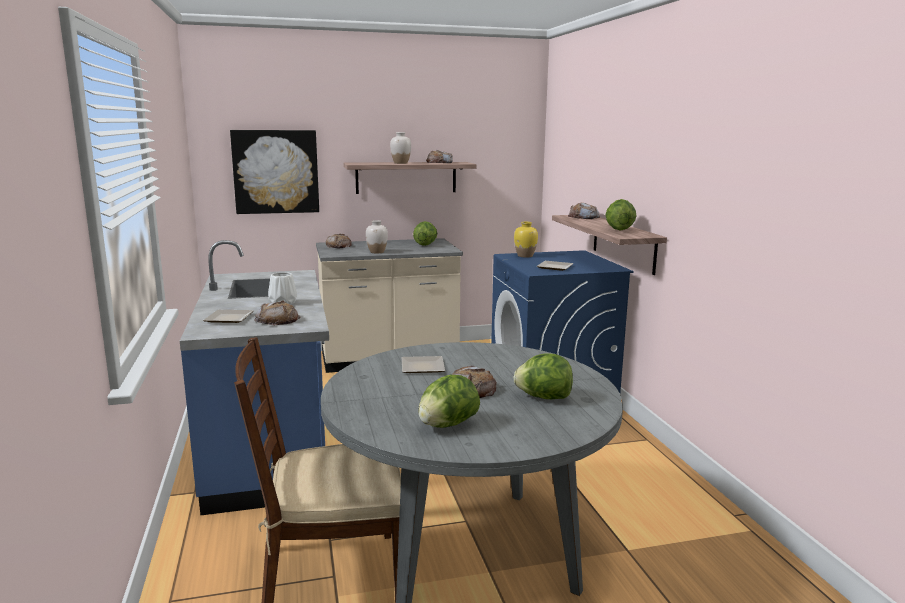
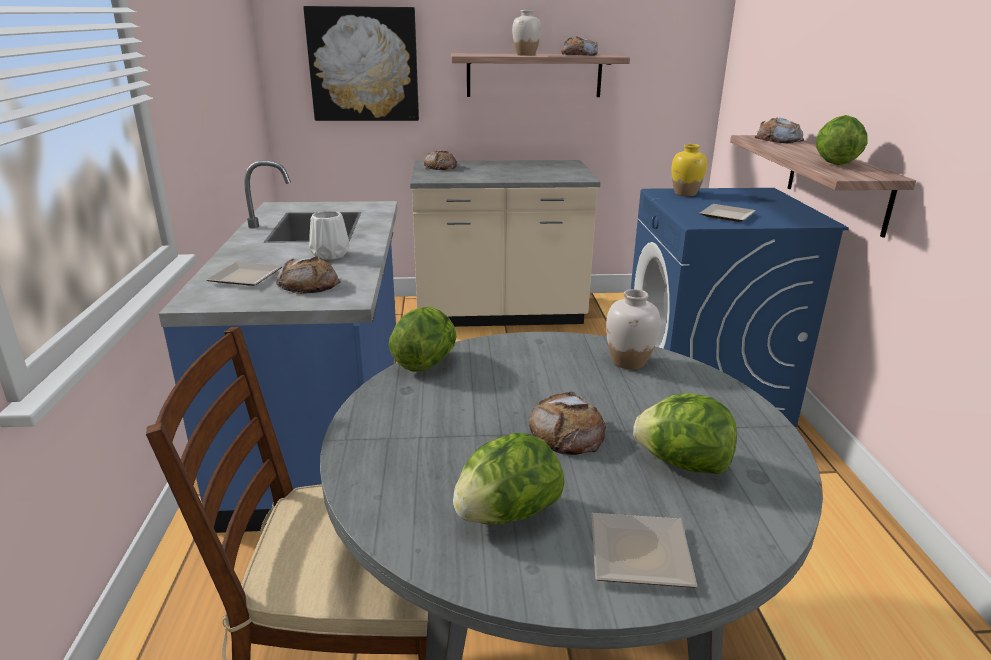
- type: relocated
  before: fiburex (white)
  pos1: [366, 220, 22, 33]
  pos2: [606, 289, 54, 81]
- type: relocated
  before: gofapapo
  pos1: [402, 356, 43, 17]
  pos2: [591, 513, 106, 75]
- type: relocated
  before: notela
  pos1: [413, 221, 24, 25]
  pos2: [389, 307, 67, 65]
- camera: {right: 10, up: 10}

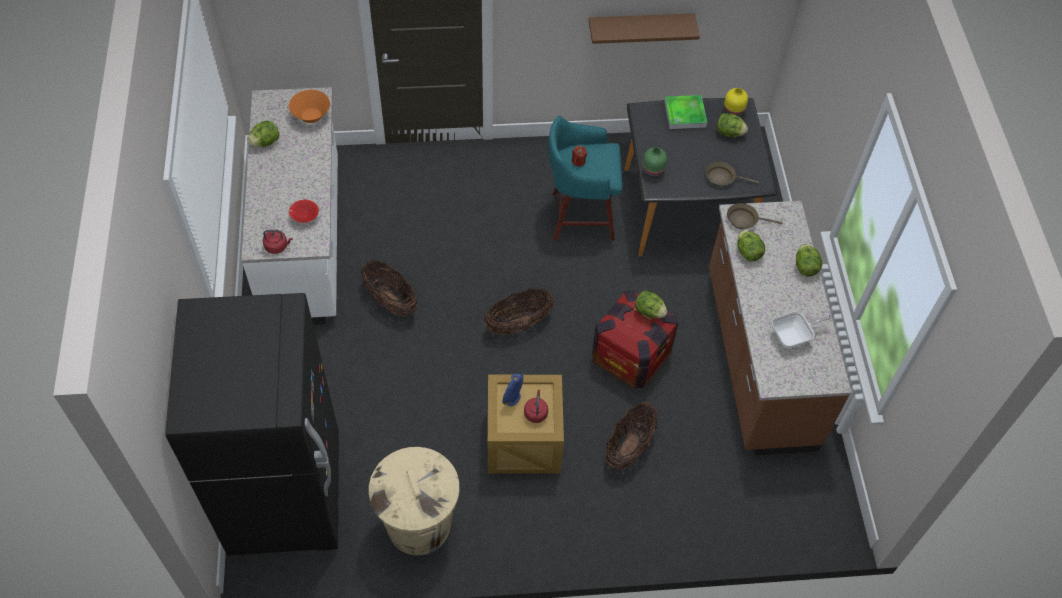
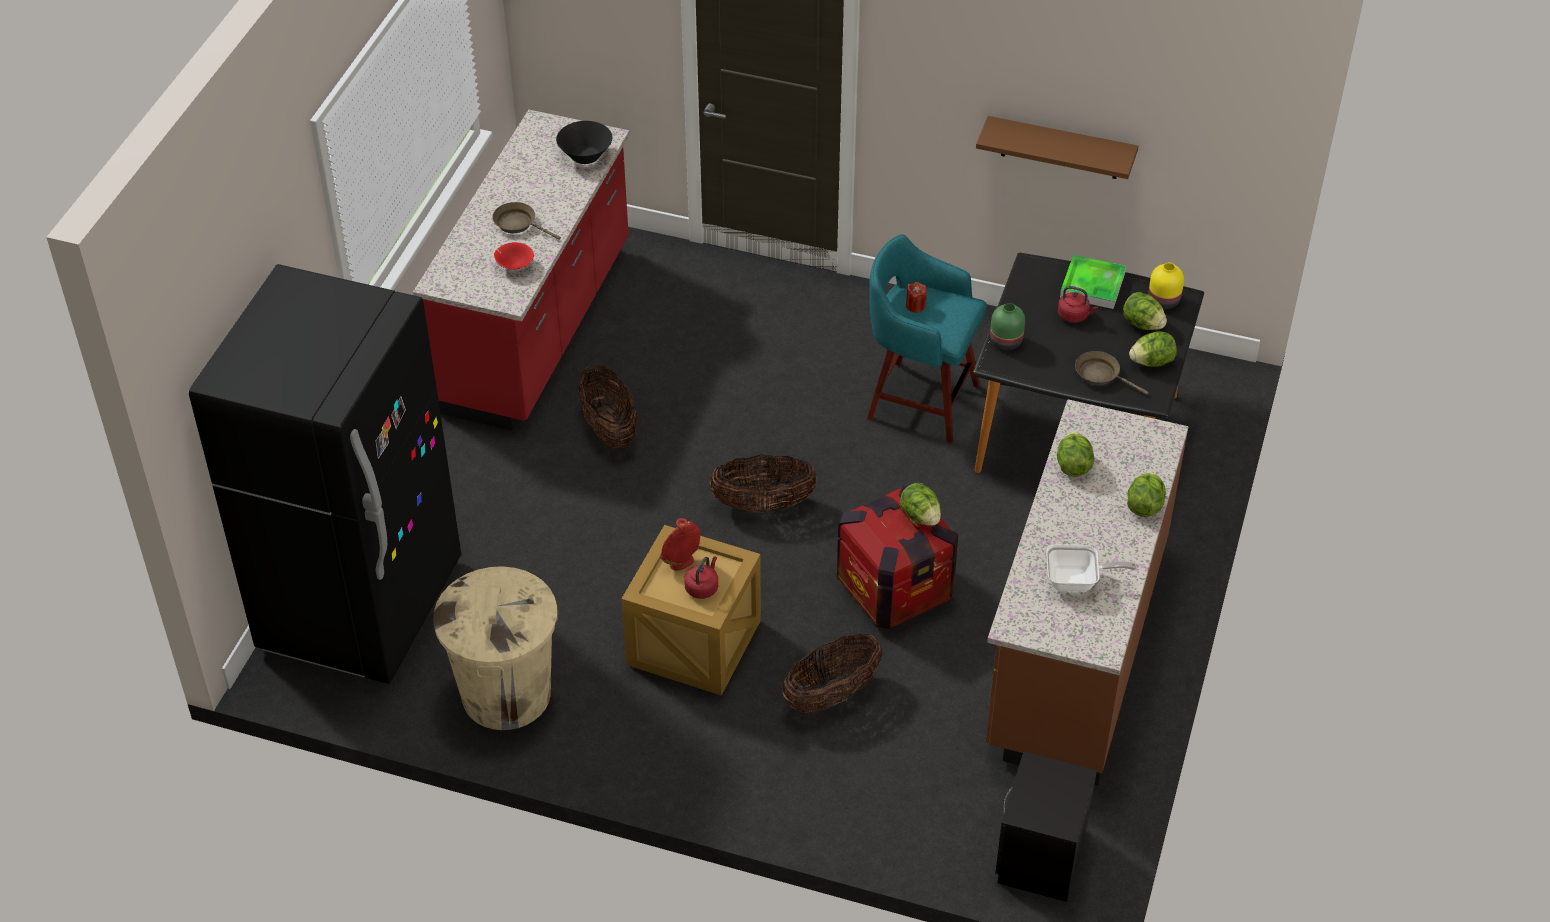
- type: colour
  before: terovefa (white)
  after: terovefa (red)
  pos1: [241, 87, 97, 238]
  pos2: [413, 110, 217, 321]
- type: relocated
  before: notela
  pos1: [247, 121, 33, 26]
  pos2: [1129, 331, 48, 36]
- type: relocated
  before: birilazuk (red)
  pos1: [263, 230, 30, 24]
  pos2: [1058, 286, 40, 37]
- type: colour
  before: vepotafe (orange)
  after: vepotafe (black)
  pos1: [289, 90, 41, 33]
  pos2: [556, 121, 56, 43]
- type: colour
  before: fiburex (blue)
  after: fiburex (red)
  pos1: [502, 374, 21, 32]
  pos2: [660, 518, 40, 53]
- type: relocated
  before: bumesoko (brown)
  pos1: [727, 203, 55, 26]
  pos2: [492, 202, 69, 38]
- type: appeared
  after: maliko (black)
  pos2: [995, 751, 102, 151]
- camera: {right: 25, up: -10}

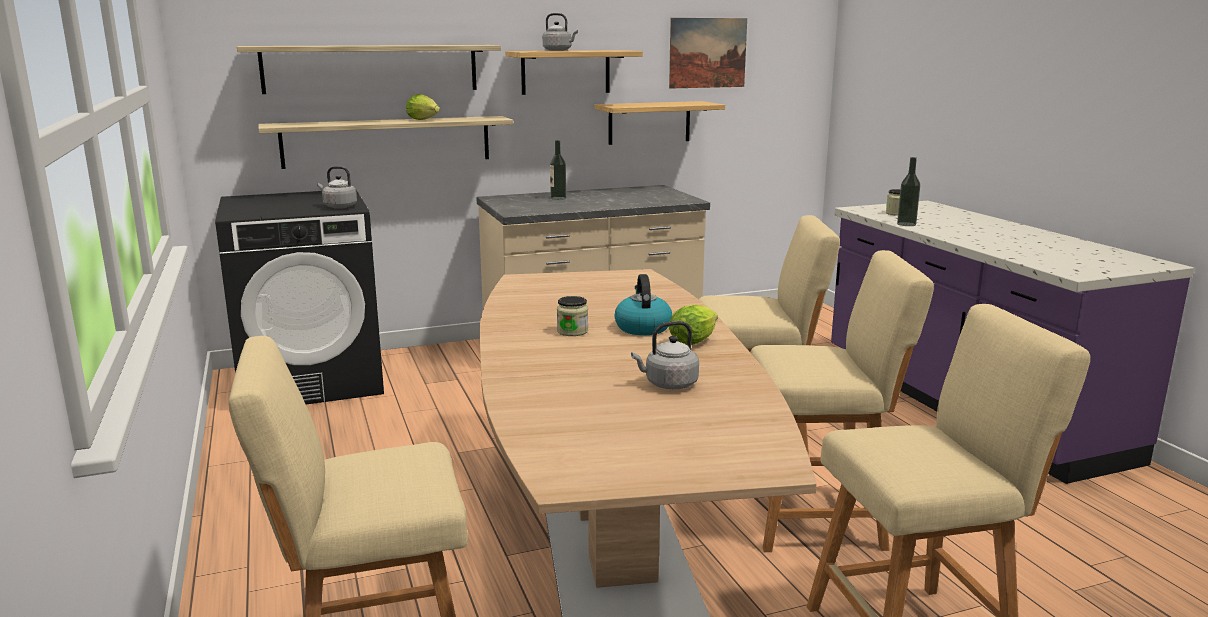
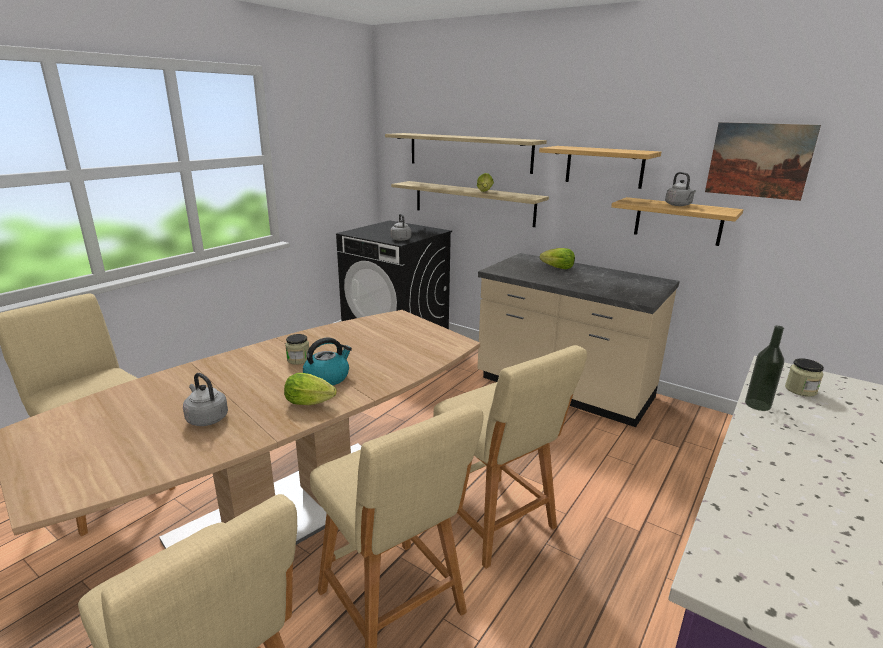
- type: relocated
  before: birilazuk (grey)
  pos1: [543, 13, 35, 38]
  pos2: [665, 172, 31, 34]
- type: exchanged
  before: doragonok
  after: notela
  pos1: [550, 140, 16, 60]
  pos2: [540, 248, 35, 21]
- camera: {right: 55, up: 5}

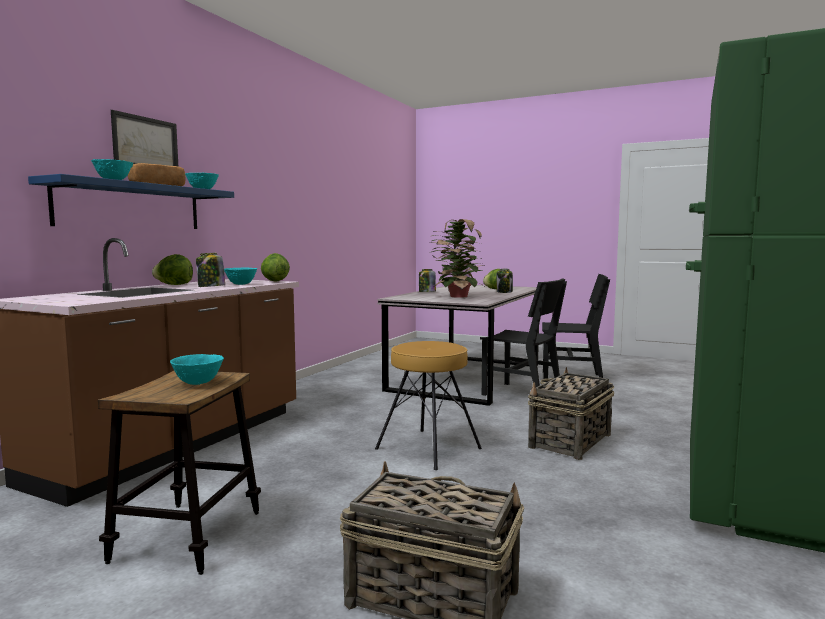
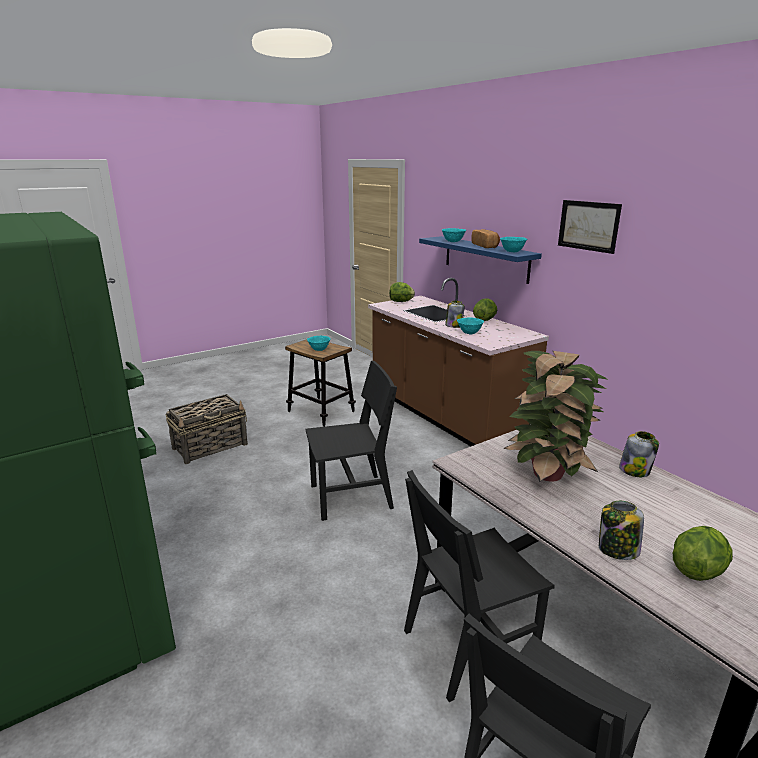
- type: relocated
  before: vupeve
  pos1: [111, 110, 67, 56]
  pos2: [558, 200, 64, 54]
- type: relocated
  before: notela
  pos1: [261, 253, 29, 29]
  pos2: [389, 282, 26, 20]
- type: exchanged
  before: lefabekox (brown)
  after: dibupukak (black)
  pos1: [375, 341, 107, 129]
  pos2: [306, 361, 91, 160]
- type: missing
  before: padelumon
  pos1: [528, 367, 86, 93]
- camera: {right: 120, up: 15}

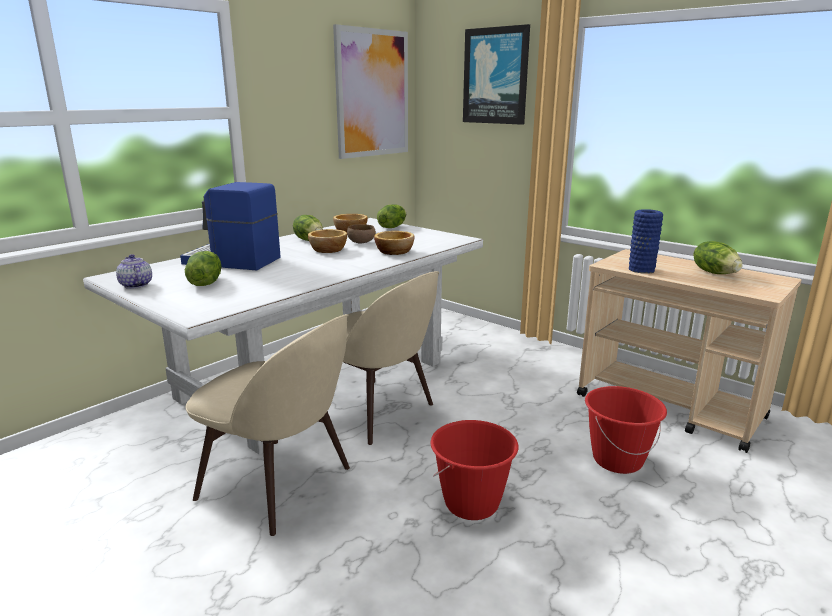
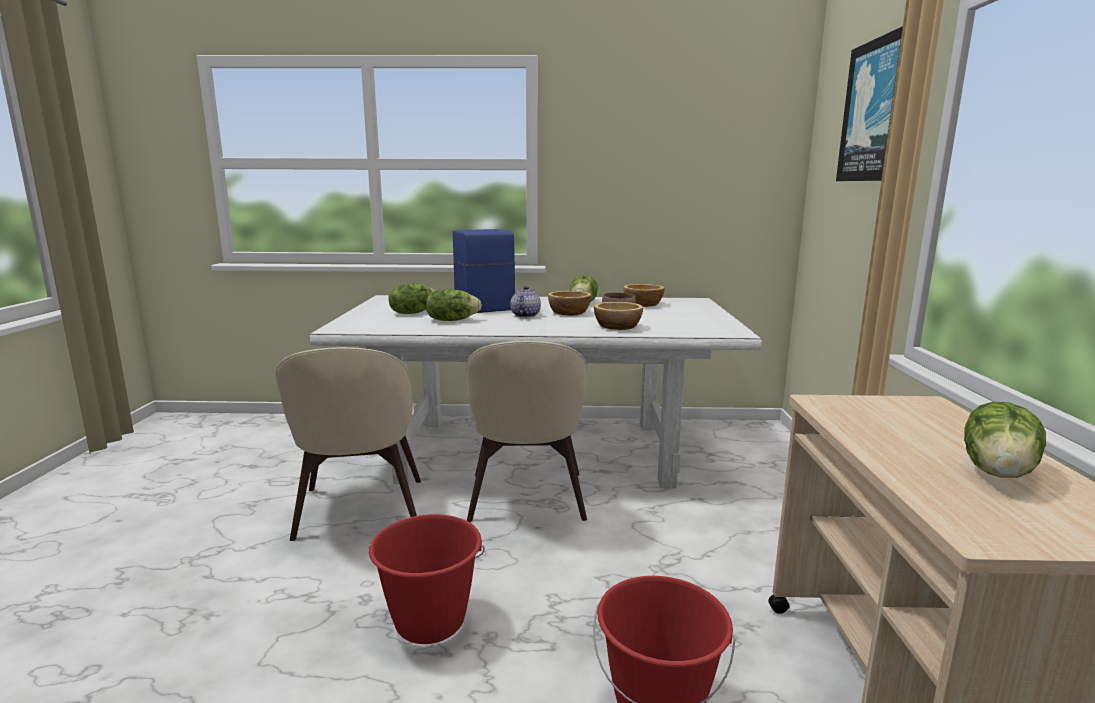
- type: relocated
  before: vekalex
  pos1: [116, 254, 36, 35]
  pos2: [510, 286, 31, 32]
- type: missing
  before: vupeve
  pos1: [333, 24, 75, 135]
- type: relocated
  before: notela
  pos1: [377, 205, 29, 23]
  pos2: [426, 289, 56, 32]
- type: missing
  before: fiburex (blue)
  pos1: [629, 209, 34, 65]
- camera: {right: 50, up: -5}

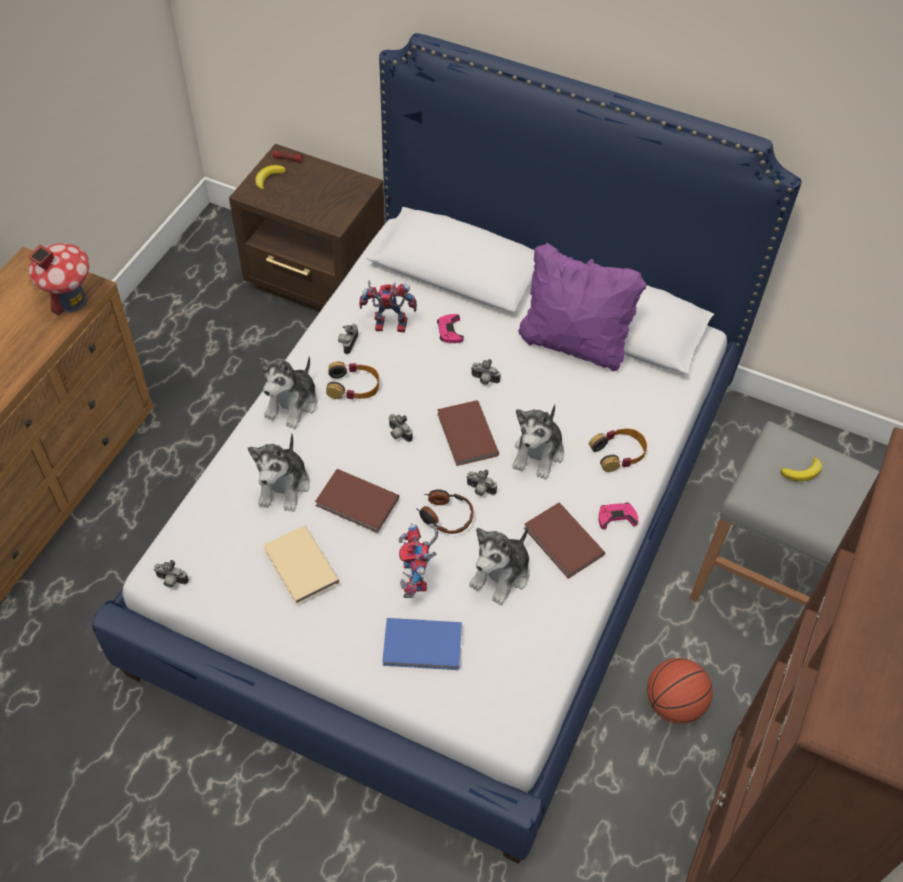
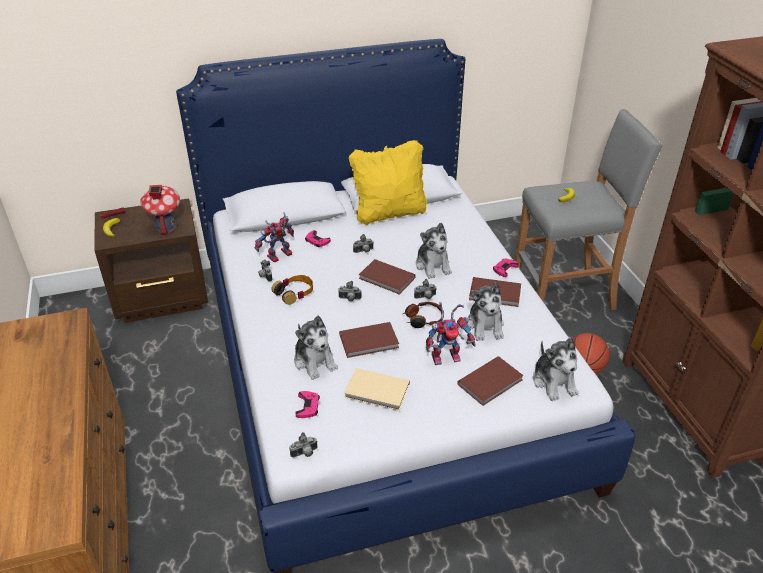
- type: relocated
  before: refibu
  pos1: [27, 243, 63, 73]
  pos2: [140, 185, 40, 50]
- type: relocated
  before: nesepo
  pos1: [259, 356, 59, 73]
  pos2: [533, 337, 45, 64]
- type: colour
  before: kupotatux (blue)
  after: kupotatux (brown)
  pos1: [382, 618, 80, 52]
  pos2: [457, 356, 67, 50]
- type: spun
  before: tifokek
  pos1: [399, 523, 40, 75]
  pos2: [426, 302, 49, 63]
  turn: -60
- type: colour
  before: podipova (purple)
  after: podipova (yellow)
  pos1: [518, 243, 128, 129]
  pos2: [349, 140, 78, 86]
- type: missing
  before: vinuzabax
  pos1: [589, 429, 58, 43]
- type: appeared
  after: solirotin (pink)
  pos2: [295, 391, 25, 27]
- camera: {right: -40, up: -15}

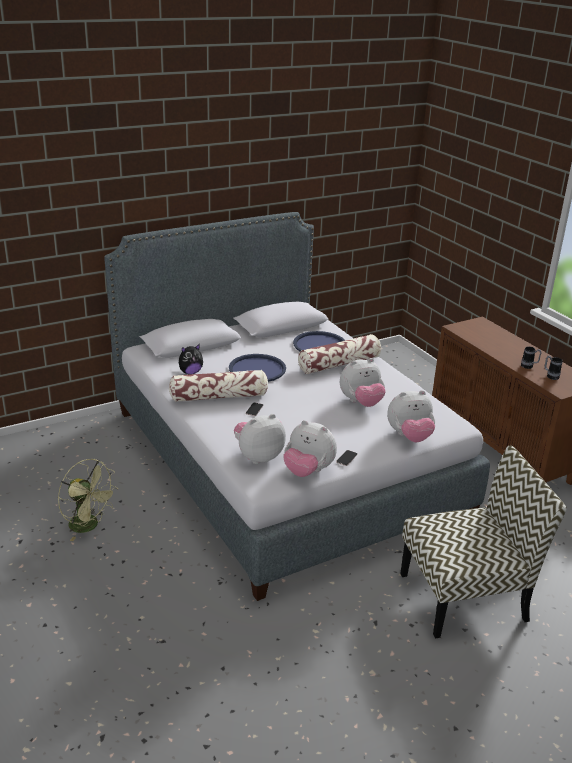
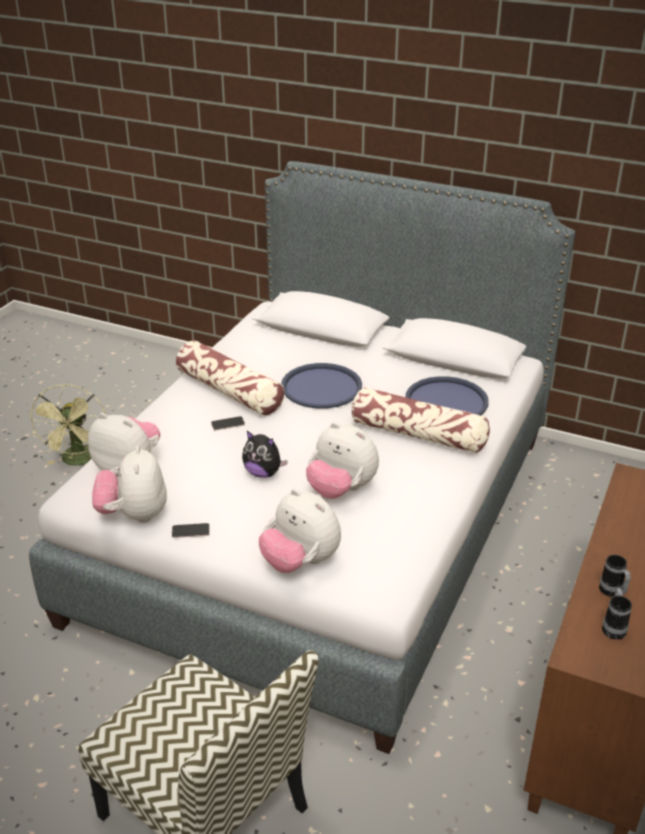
- type: relocated
  before: nesepo
  pos1: [179, 344, 24, 31]
  pos2: [242, 431, 46, 47]
- camera: {right: 55, up: 5}

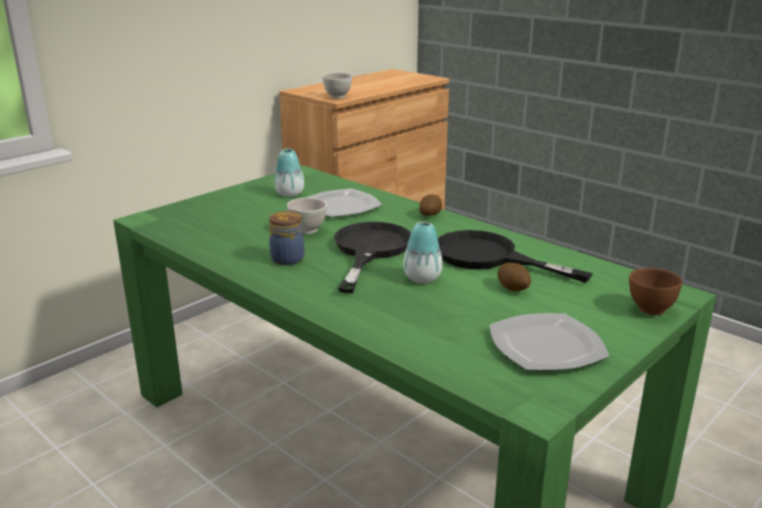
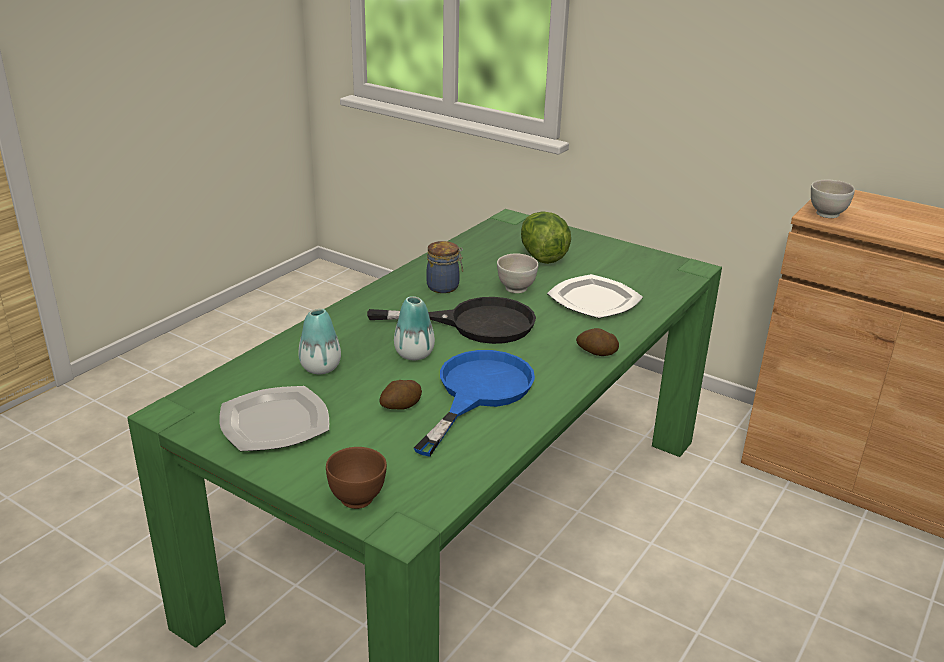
- type: relocated
  before: fiburex
  pos1: [274, 149, 30, 48]
  pos2: [298, 309, 43, 65]
- type: colour
  before: bumesoko (black)
  after: bumesoko (blue)
  pos1: [438, 230, 155, 53]
  pos2: [414, 350, 121, 107]
- type: appeared
  after: notela
  pos2: [521, 211, 50, 53]
- camera: {right: 80, up: 5}

